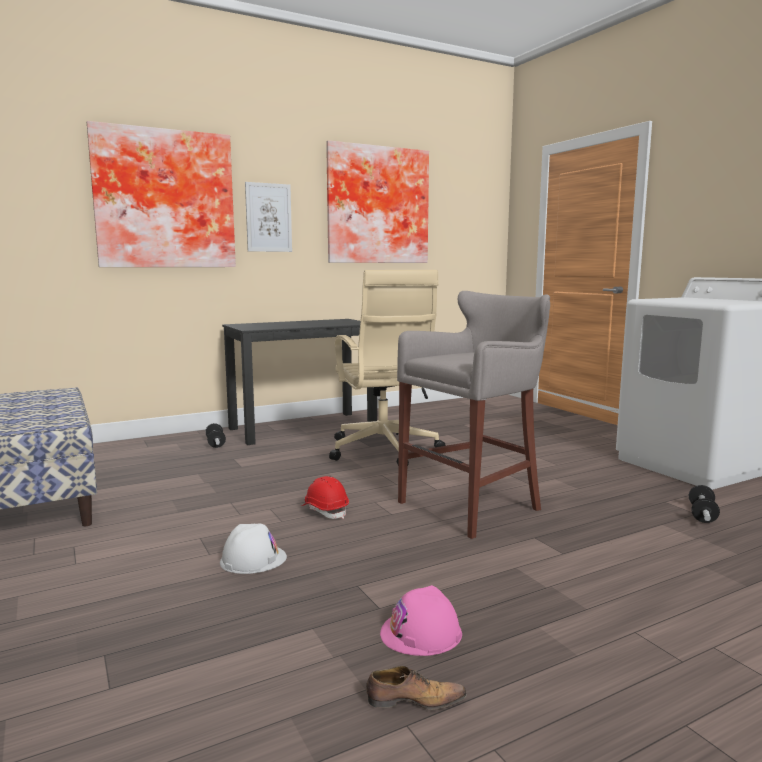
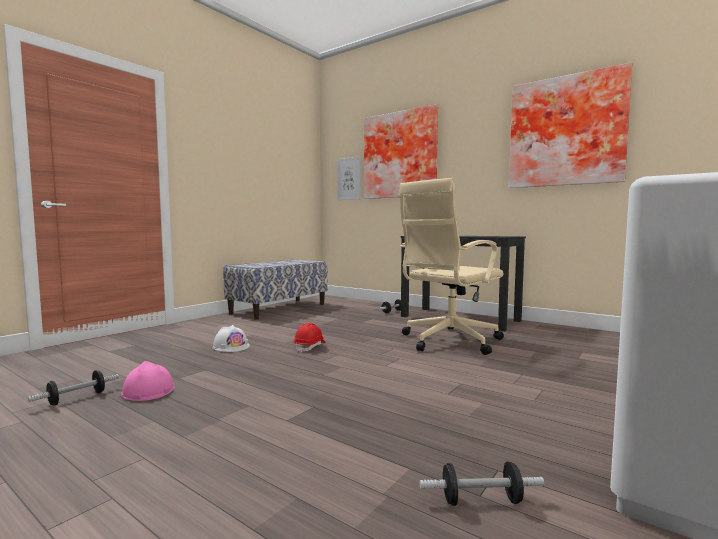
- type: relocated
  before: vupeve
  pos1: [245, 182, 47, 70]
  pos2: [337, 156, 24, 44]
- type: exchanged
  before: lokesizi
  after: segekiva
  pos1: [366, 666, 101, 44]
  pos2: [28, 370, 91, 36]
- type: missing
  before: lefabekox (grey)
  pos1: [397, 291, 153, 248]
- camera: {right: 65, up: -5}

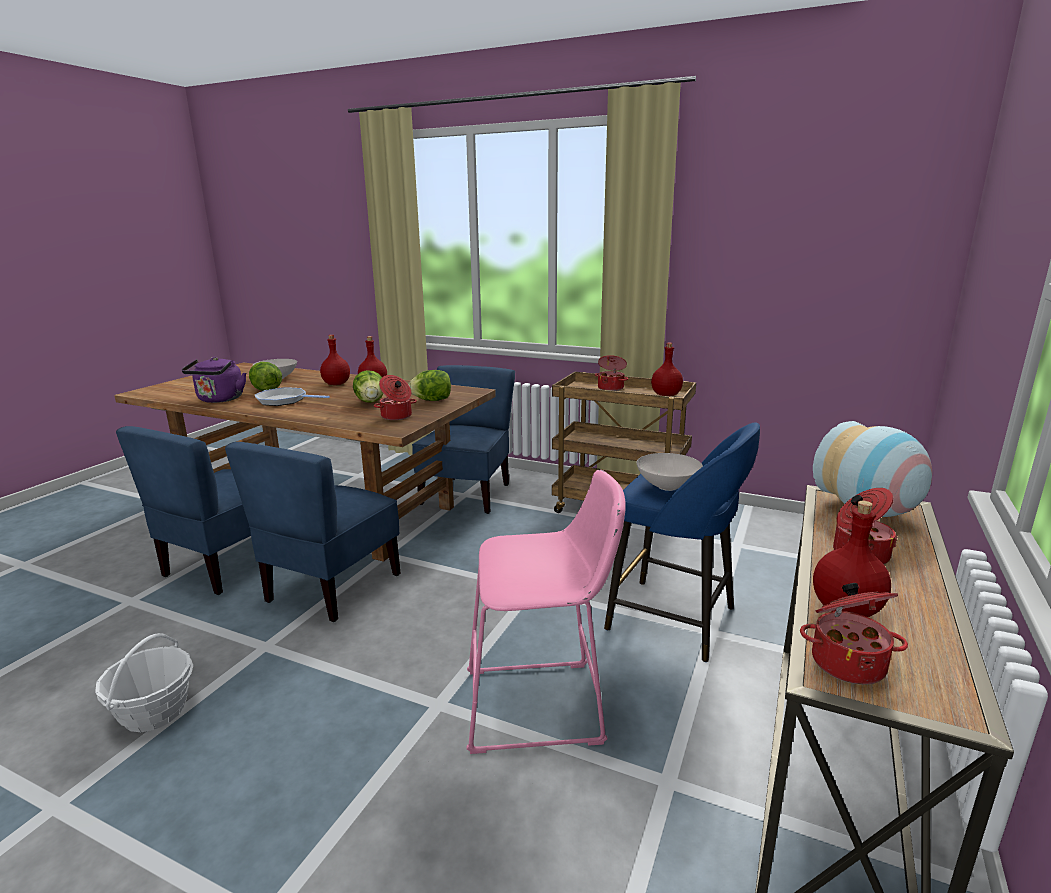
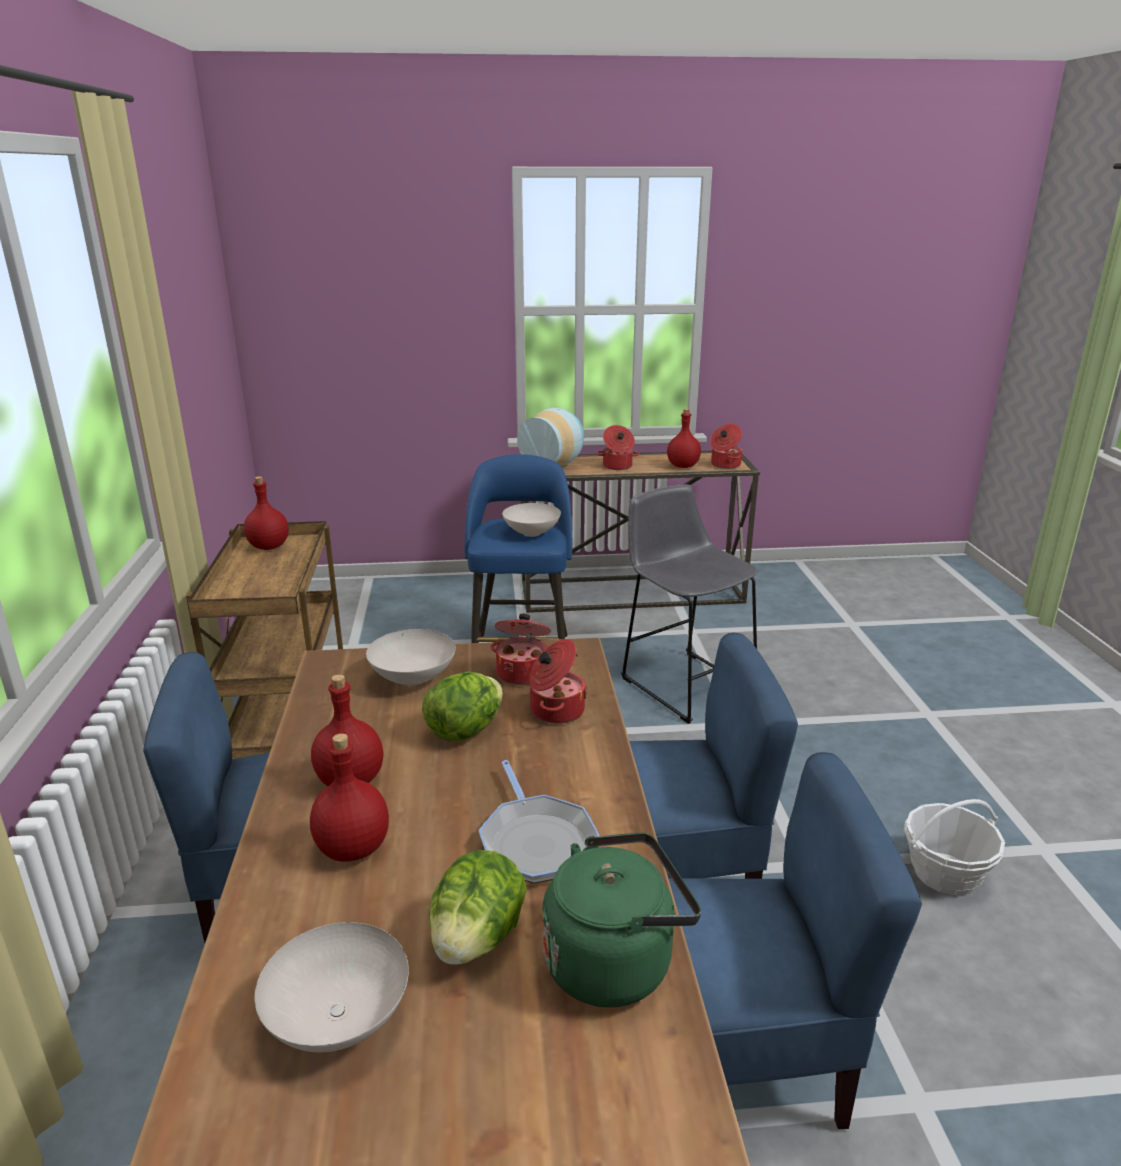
- type: colour
  before: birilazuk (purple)
  after: birilazuk (green)
  pos1: [181, 357, 65, 46]
  pos2: [542, 833, 159, 174]
- type: exchanged
  before: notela
  after: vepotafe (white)
  pos1: [408, 370, 43, 31]
  pos2: [366, 629, 90, 56]
- type: colour
  before: lefabekox (pink)
  after: lefabekox (grey)
  pos1: [466, 469, 160, 285]
  pos2: [621, 484, 136, 240]
- type: relocated
  before: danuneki
  pos1: [595, 355, 33, 36]
  pos2: [529, 639, 58, 85]
- camera: {right: -120, up: 5}

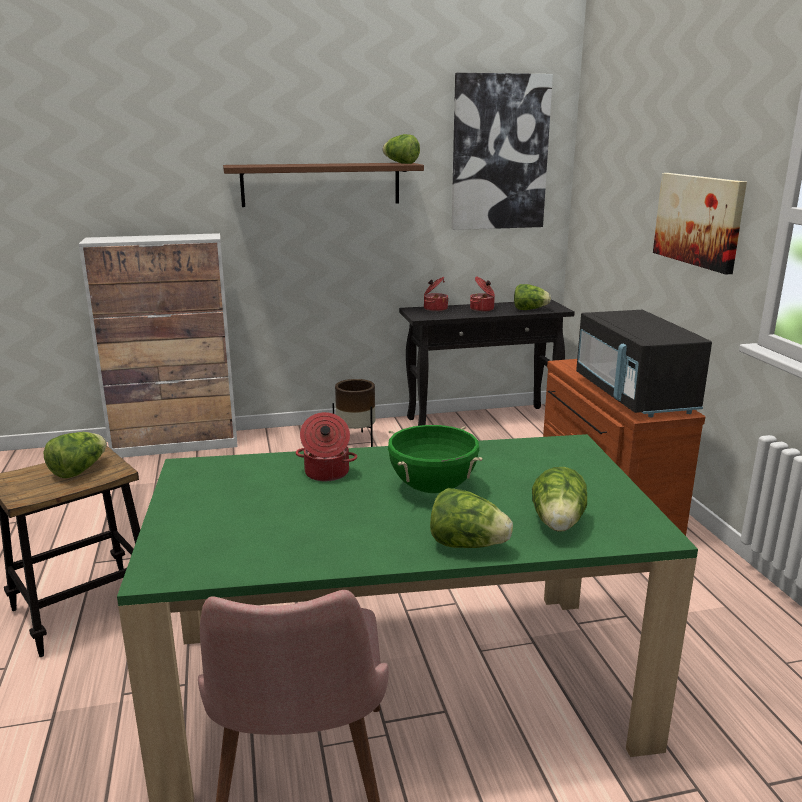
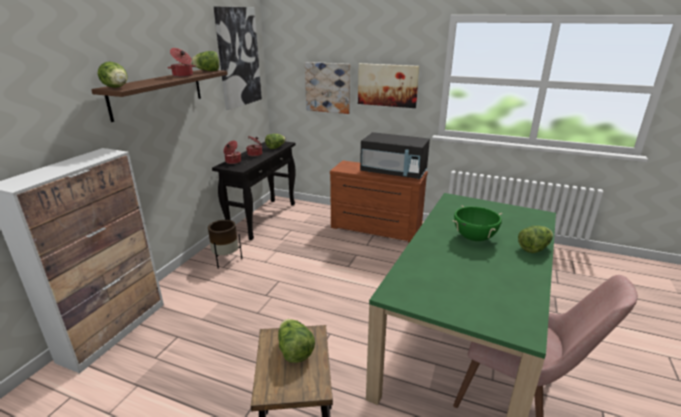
- type: relocated
  before: danuneki
  pos1: [296, 412, 61, 69]
  pos2: [167, 48, 28, 29]
- type: relocated
  before: notela
  pos1: [532, 467, 55, 65]
  pos2: [98, 62, 29, 26]
- type: appeared
  after: vupeve
  pos2: [305, 62, 45, 52]
- camera: {right: -55, up: 5}

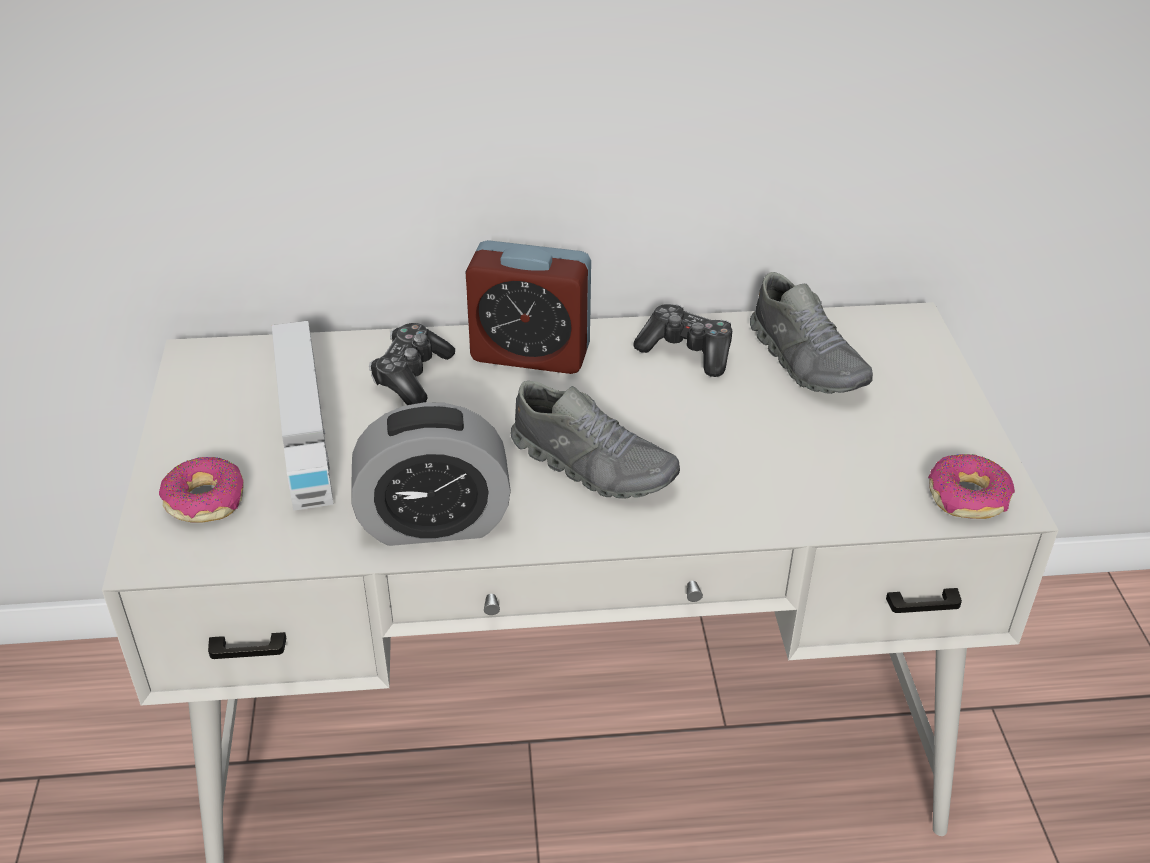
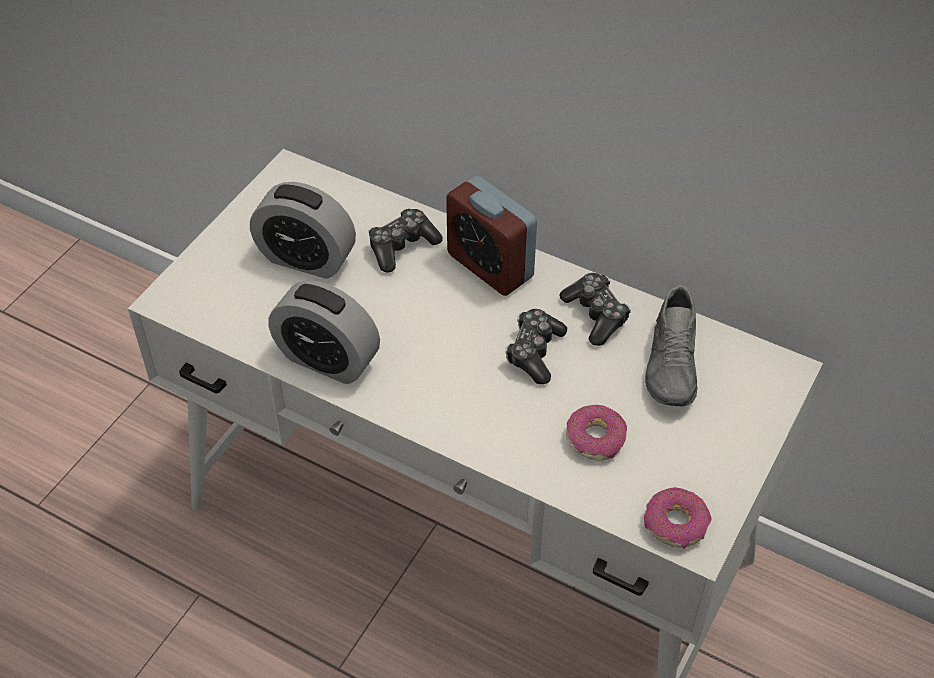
- type: relocated
  before: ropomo
  pos1: [159, 457, 85, 66]
  pos2: [566, 405, 61, 56]
- type: exchanged
  before: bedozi
  after: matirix
  pos1: [272, 321, 62, 190]
  pos2: [250, 182, 106, 97]
- type: missing
  before: lokesizi (grey)
  pos1: [511, 381, 169, 118]
- type: appeared
  after: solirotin
  pos2: [505, 309, 62, 75]
- camera: {right: 35, up: 10}

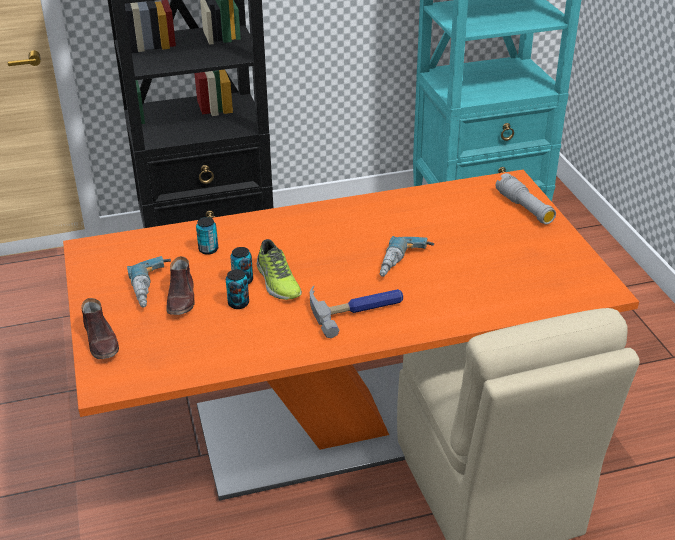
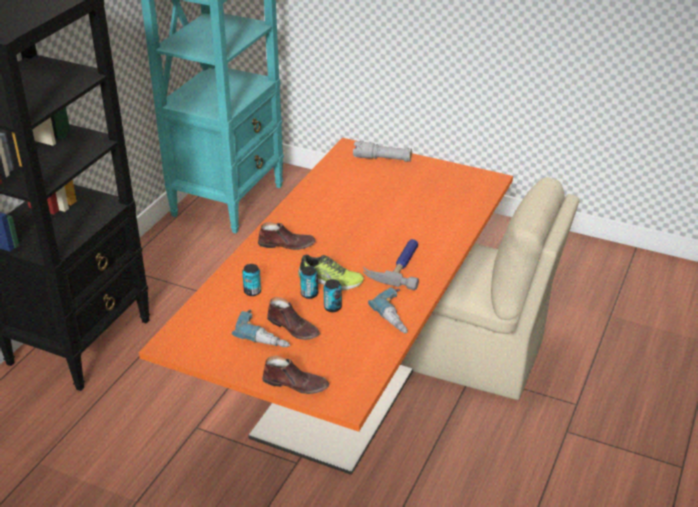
- type: relocated
  before: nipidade
  pos1: [380, 236, 54, 41]
  pos2: [368, 287, 40, 46]
- type: appeared
  after: lokesizi (brown)
  pos2: [258, 222, 58, 28]
- camera: {right: -50, up: 0}

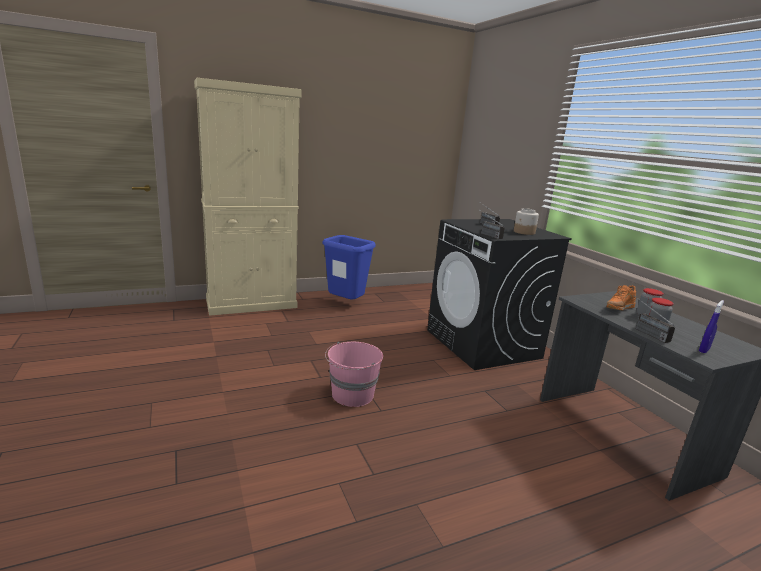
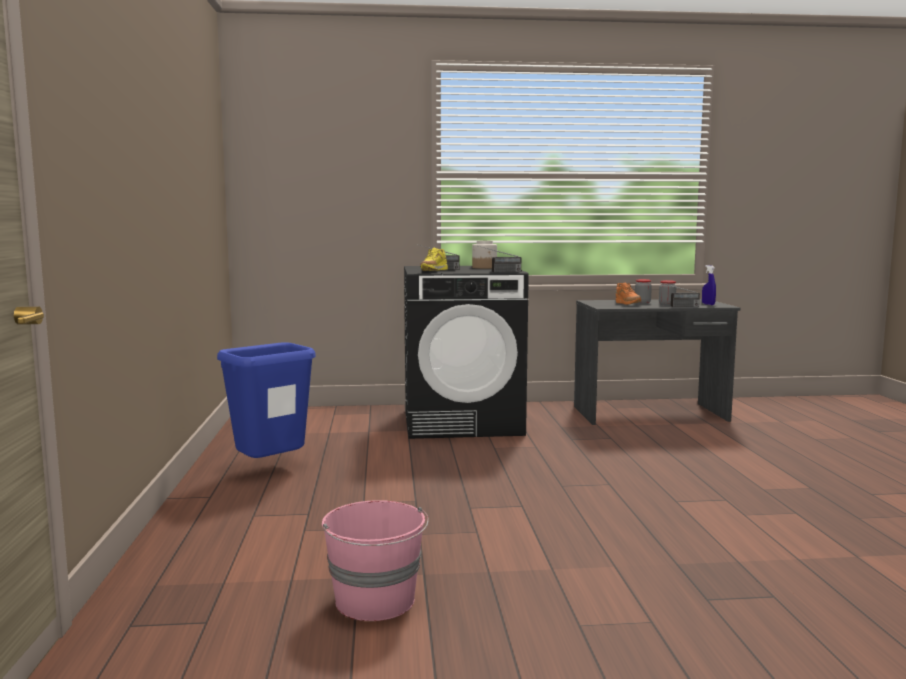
- type: missing
  before: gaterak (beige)
  pos1: [194, 78, 108, 238]
- type: relocated
  before: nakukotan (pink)
  pos1: [325, 342, 58, 65]
  pos2: [322, 500, 107, 121]
- type: appeared
  after: lokesizi (yellow)
  pos2: [420, 248, 28, 23]
- camera: {right: -70, up: -10}

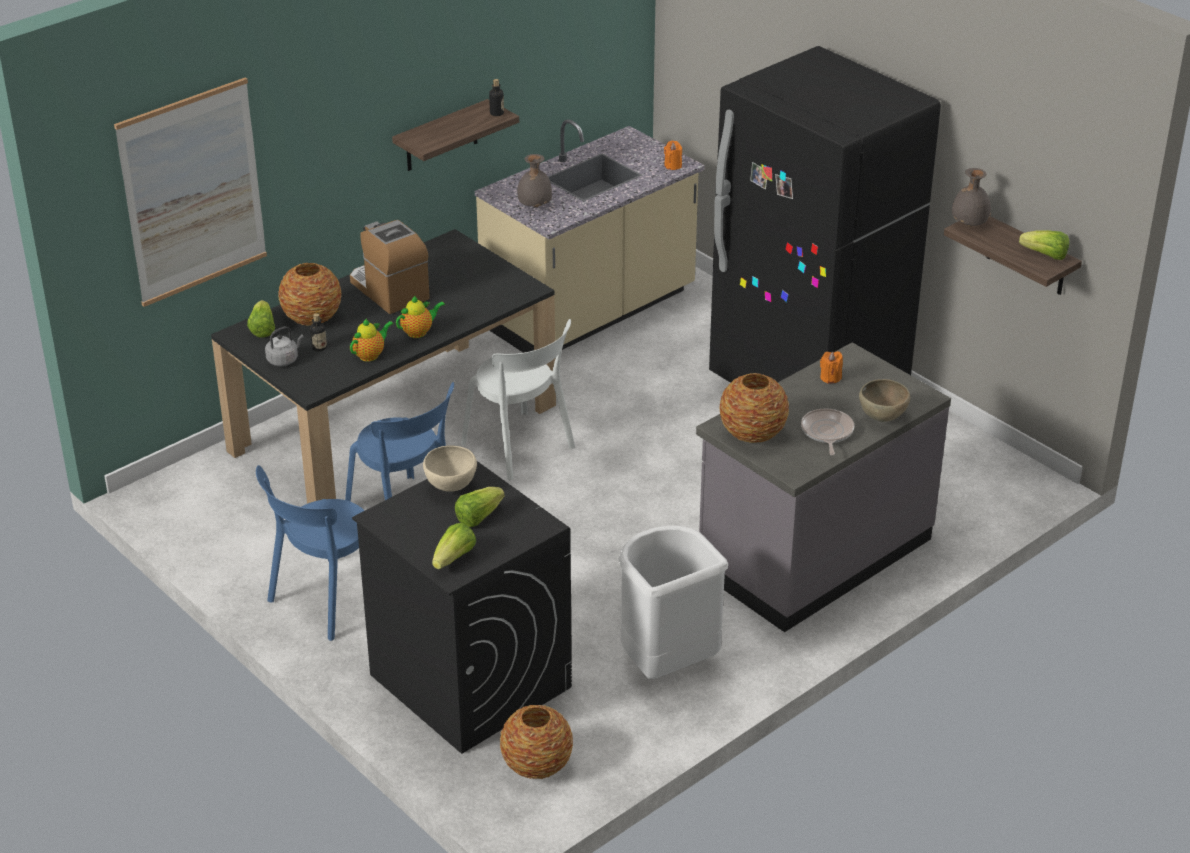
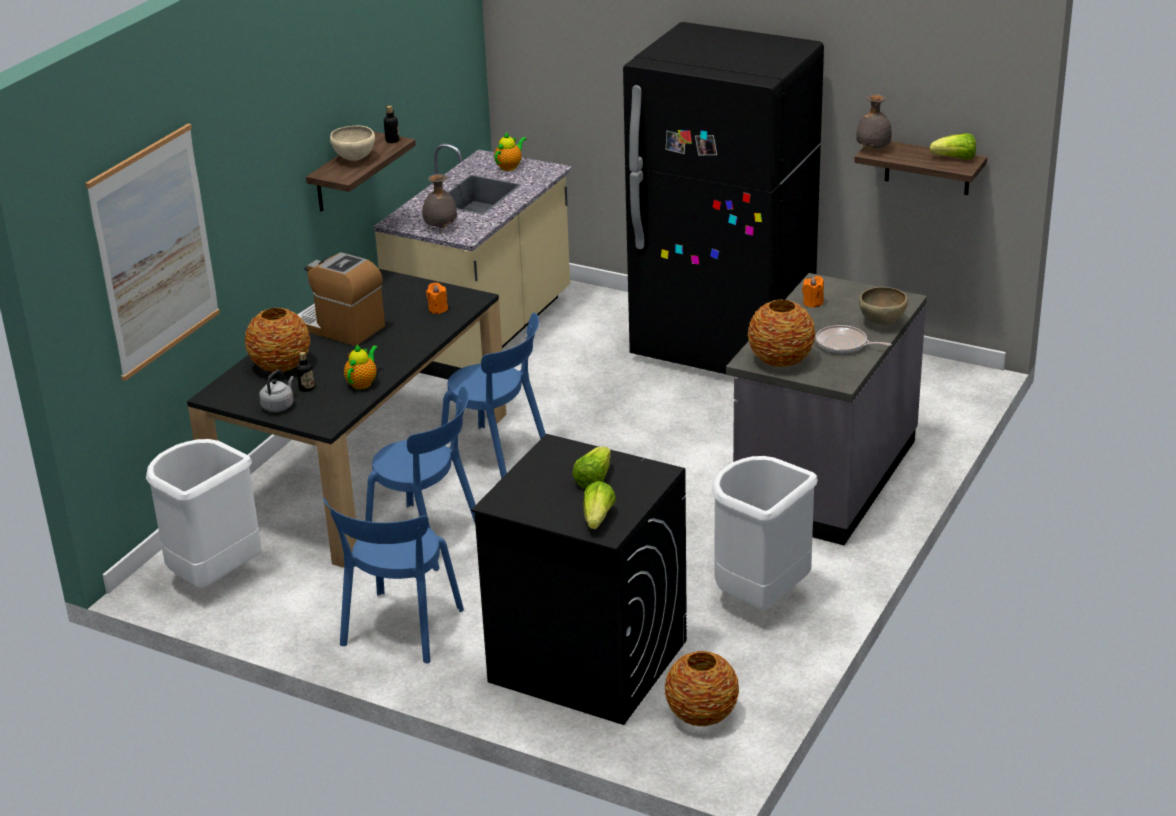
- type: missing
  before: notela
  pos1: [247, 300, 28, 38]
- type: relocated
  before: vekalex
  pos1: [396, 295, 49, 43]
  pos2: [494, 132, 33, 39]
- type: relocated
  before: vepotafe (beige)
  pos1: [423, 446, 54, 46]
  pos2: [330, 126, 45, 35]
- type: colour
  before: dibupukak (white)
  after: dibupukak (blue)
  pos1: [461, 319, 114, 161]
  pos2: [441, 313, 105, 166]
- type: relocated
  before: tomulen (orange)
  pos1: [664, 141, 18, 29]
  pos2: [426, 283, 22, 31]
- type: spun
  before: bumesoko
  pos1: [801, 409, 53, 46]
  pos2: [816, 325, 76, 29]
  turn: -45
- type: appeared
  after: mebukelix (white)
  pos2: [146, 439, 116, 149]
- camera: {right: -20, up: -5}

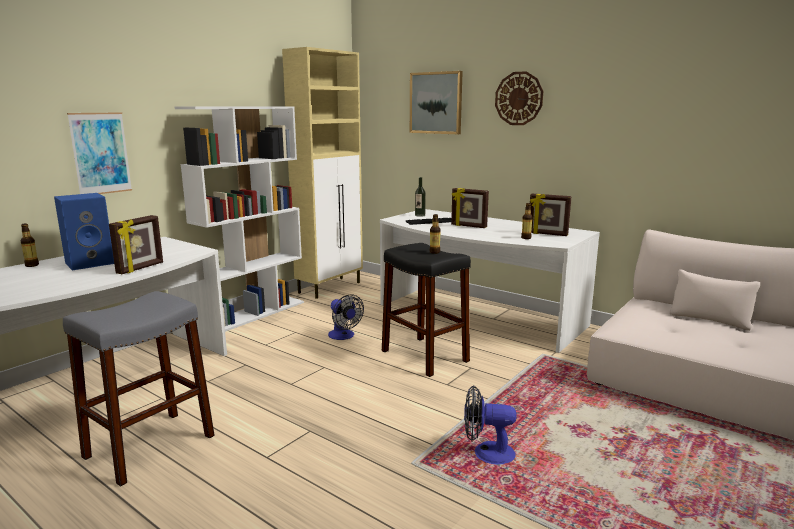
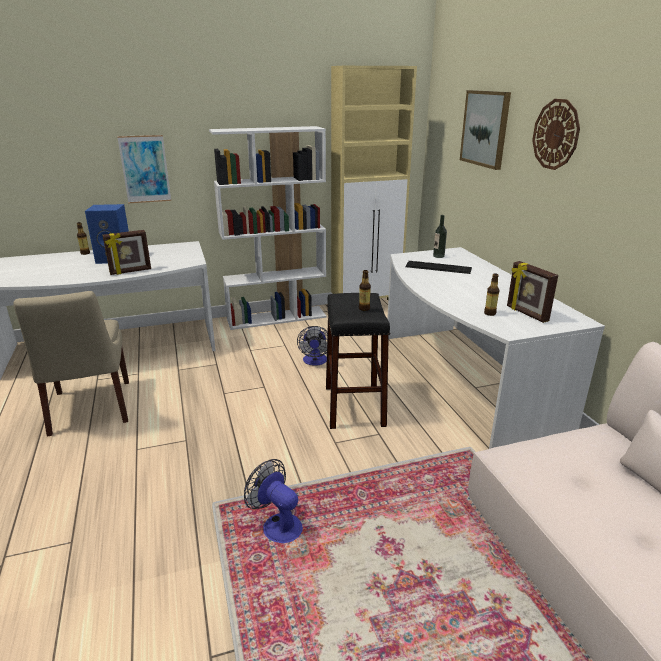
- type: exchanged
  before: lefabekox (grey)
  after: dibupukak (beige)
  pos1: [63, 291, 152, 195]
  pos2: [14, 291, 115, 145]
- type: missing
  before: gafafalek
  pos1: [451, 188, 38, 40]
- camera: {right: 35, up: 10}

